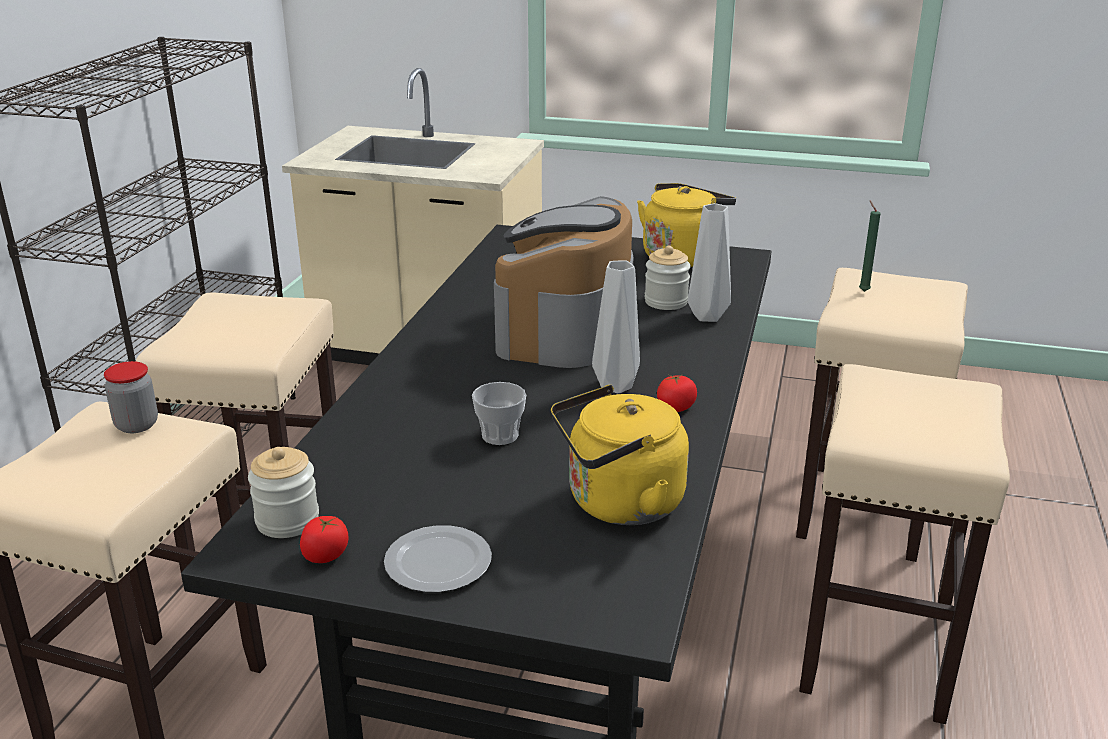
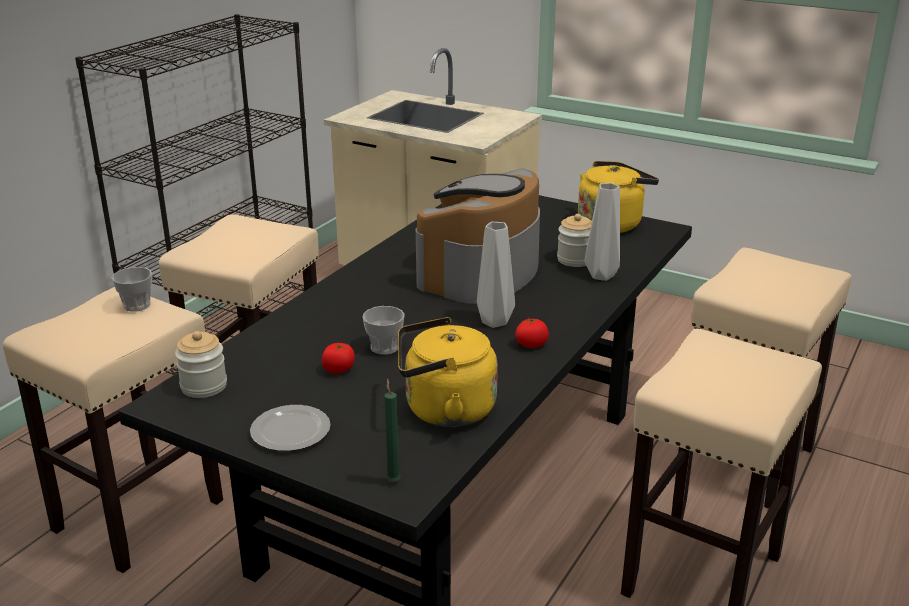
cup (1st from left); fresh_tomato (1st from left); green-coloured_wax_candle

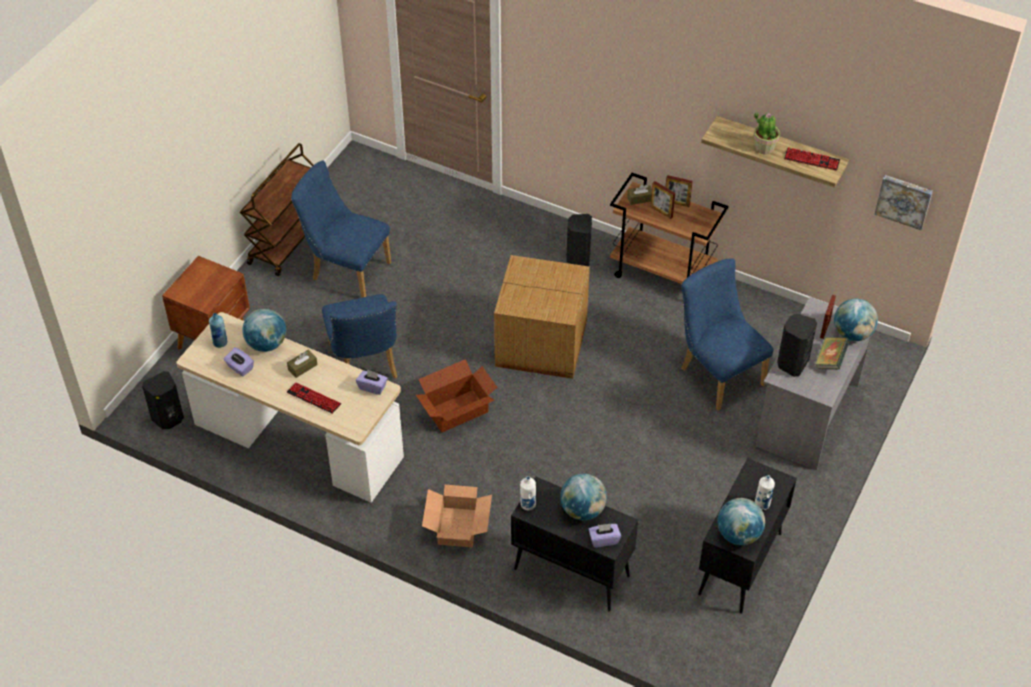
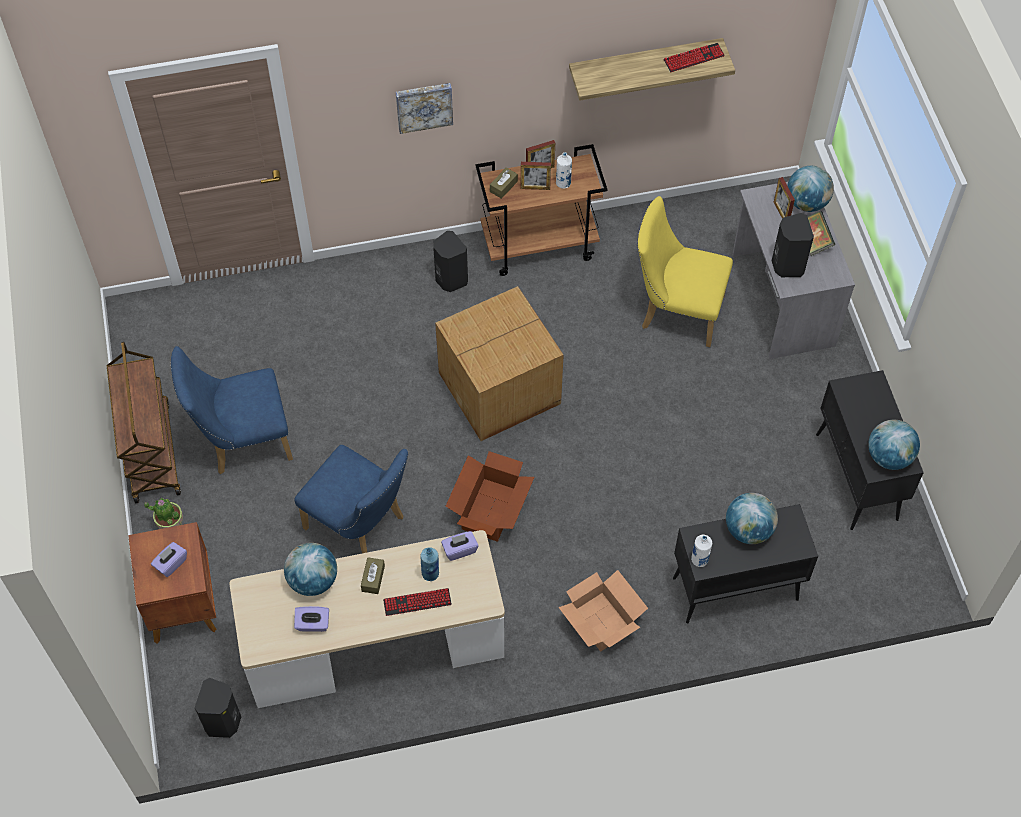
blue-coloured_bottle; purplish_box_of_tissues (1st from left); yellowish_chair; houseplant; white-coloured_bottle (1st from left); picture

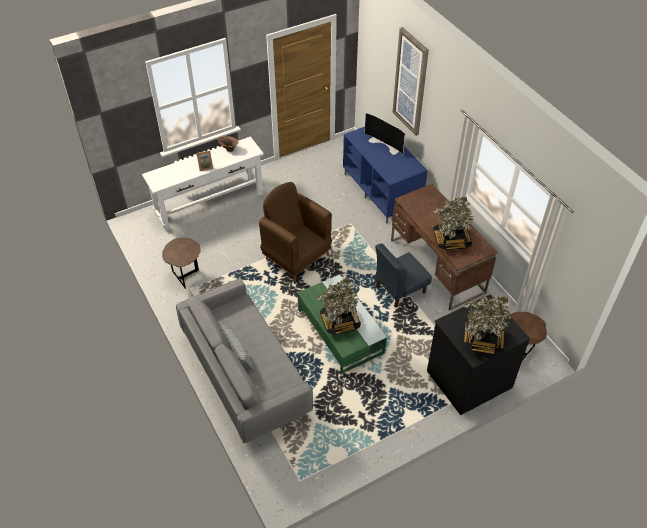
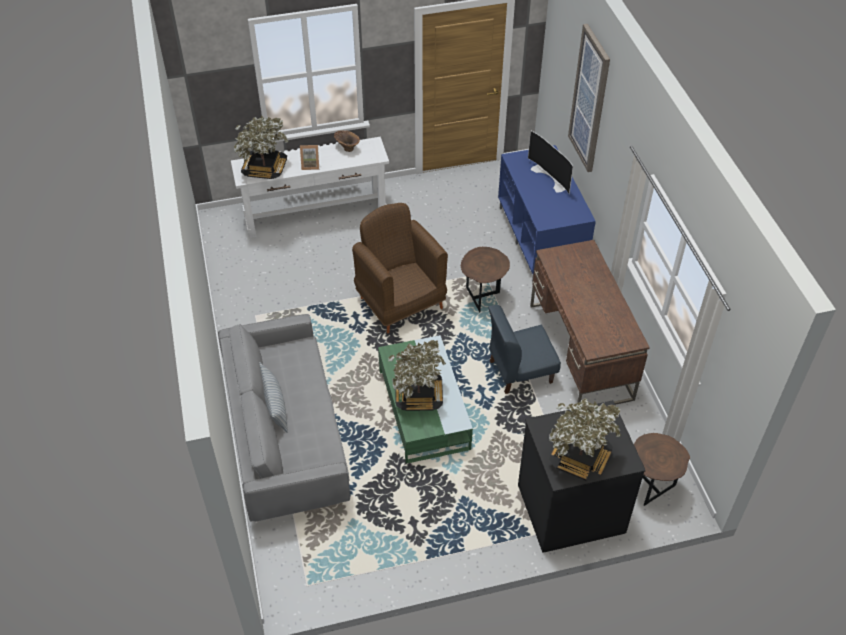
brown_accent_table (1st from left); houseplant (1st from left)

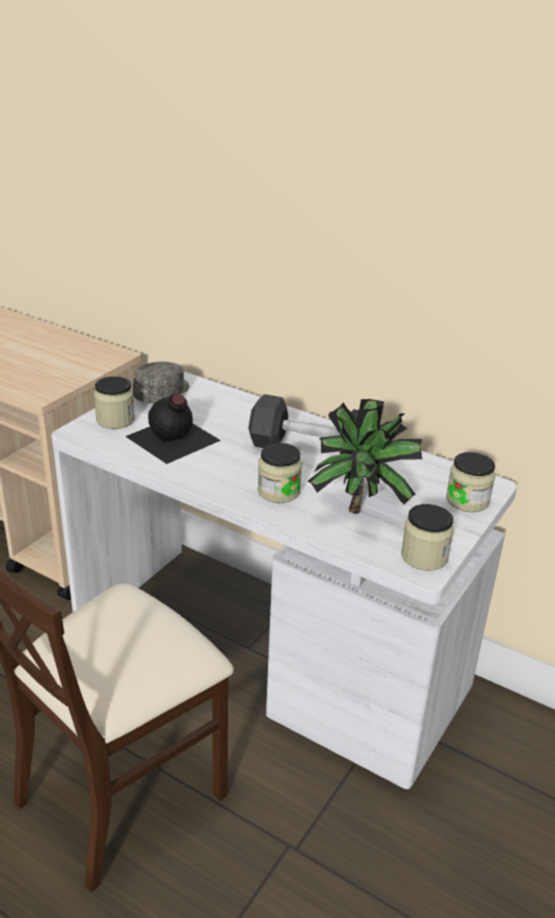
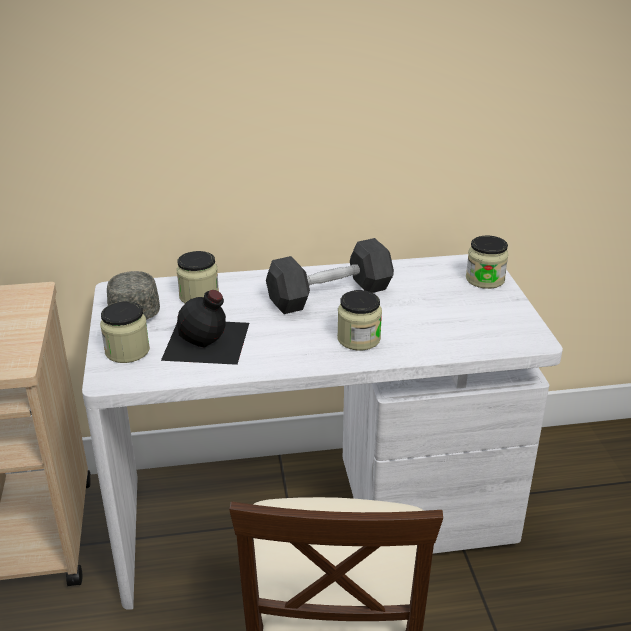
houseplant; preserve_jar (2nd from left)

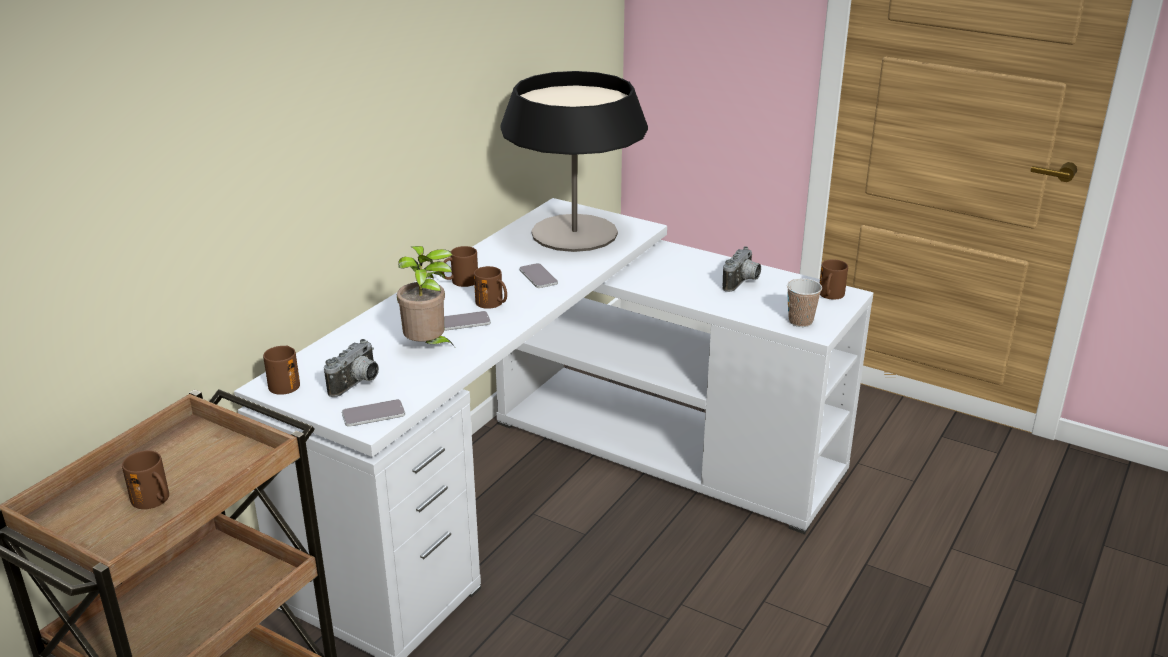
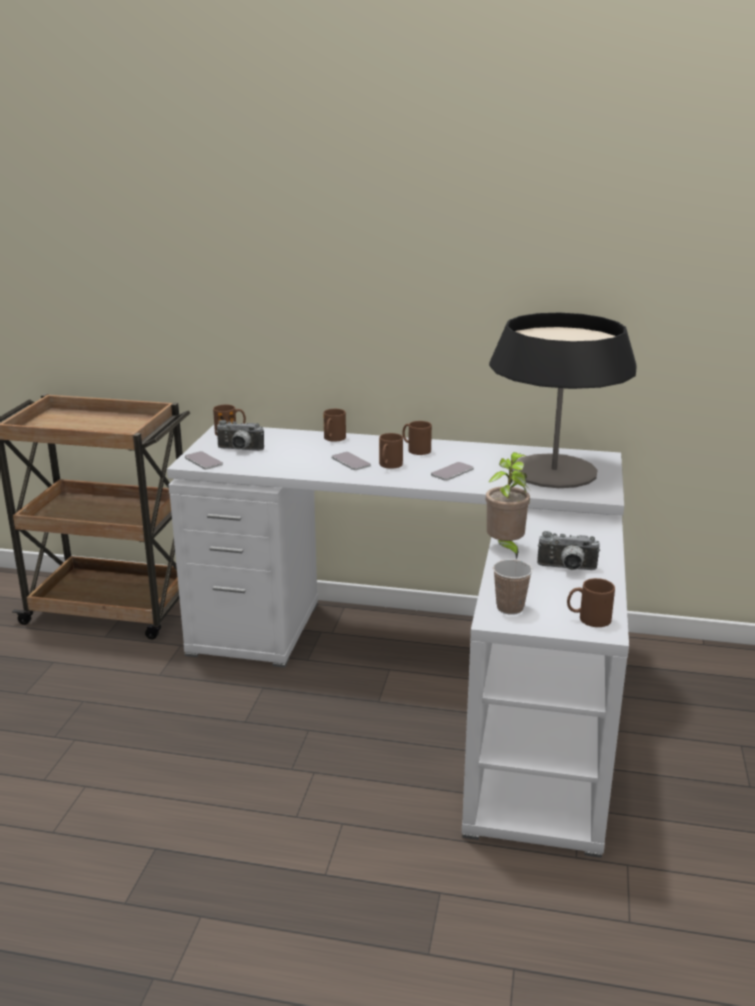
brown_coffee_mug (2nd from left); houseplant

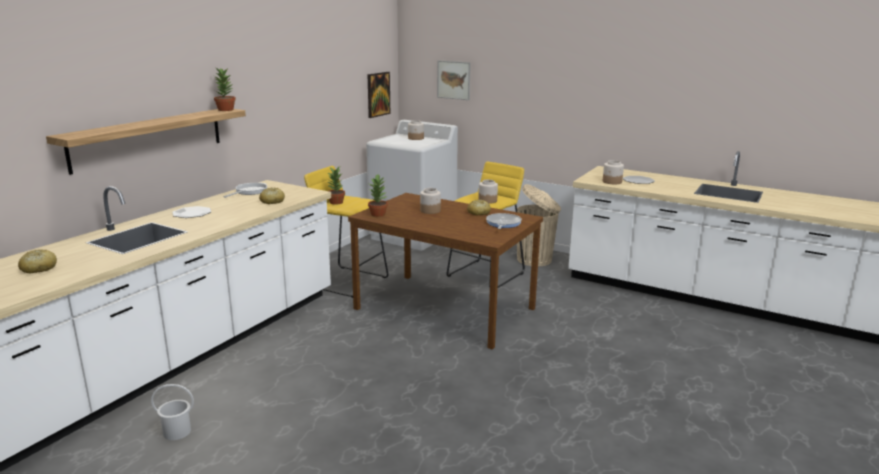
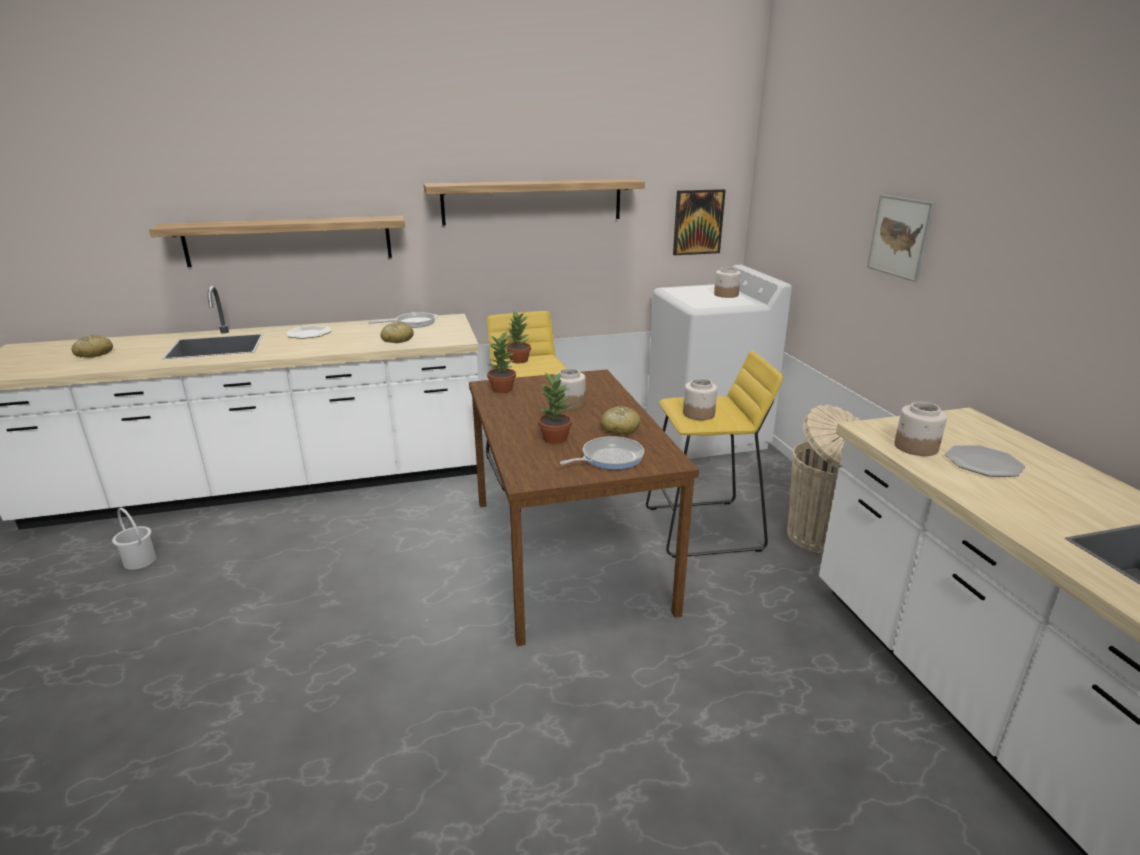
houseplant (3rd from left); picture (2nd from left); bracket_shelf (2nd from left)

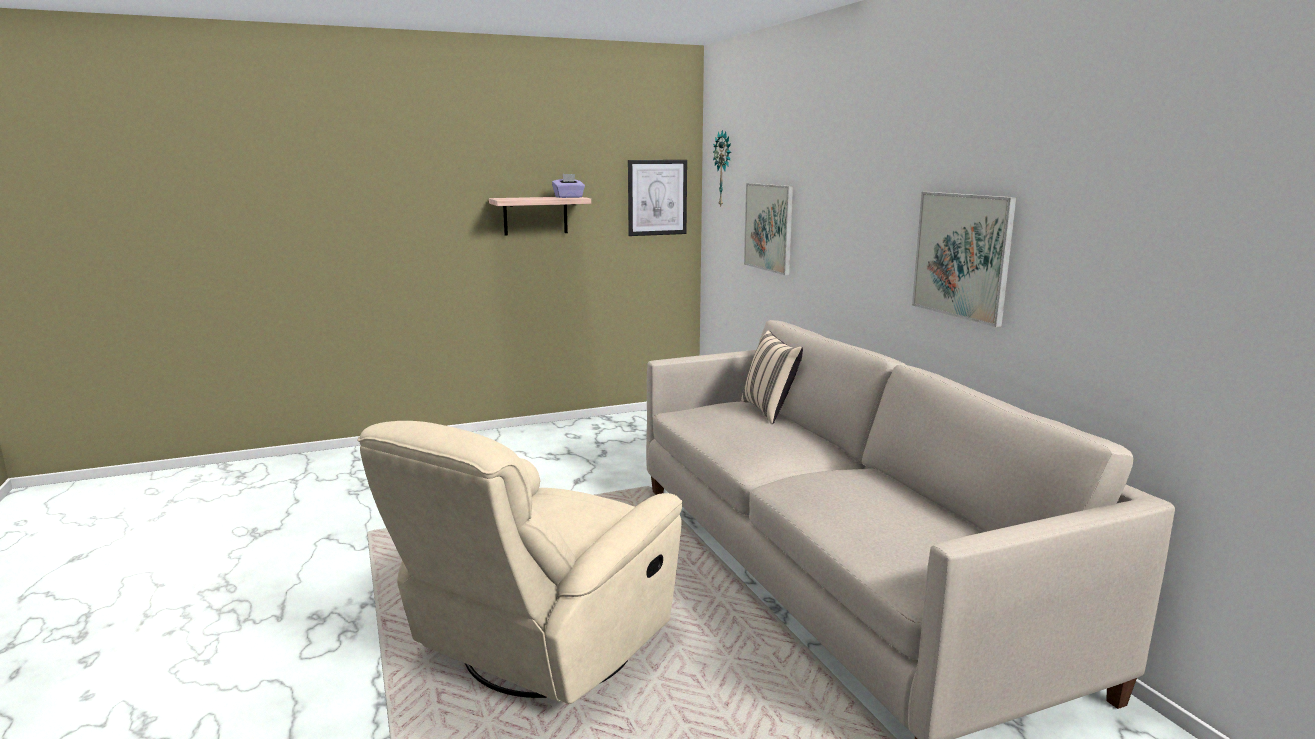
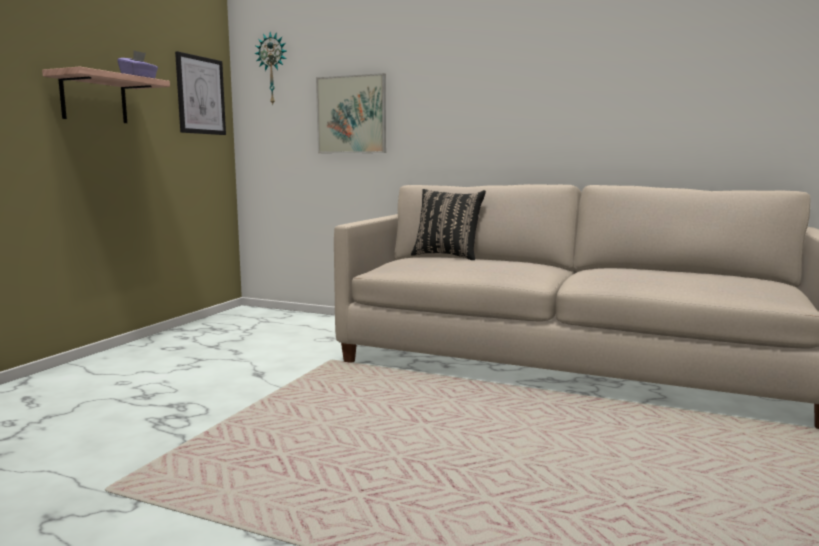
beige-coloured_lounge_chair; blackish_throw_pillow; picture (3rd from left in the first image)

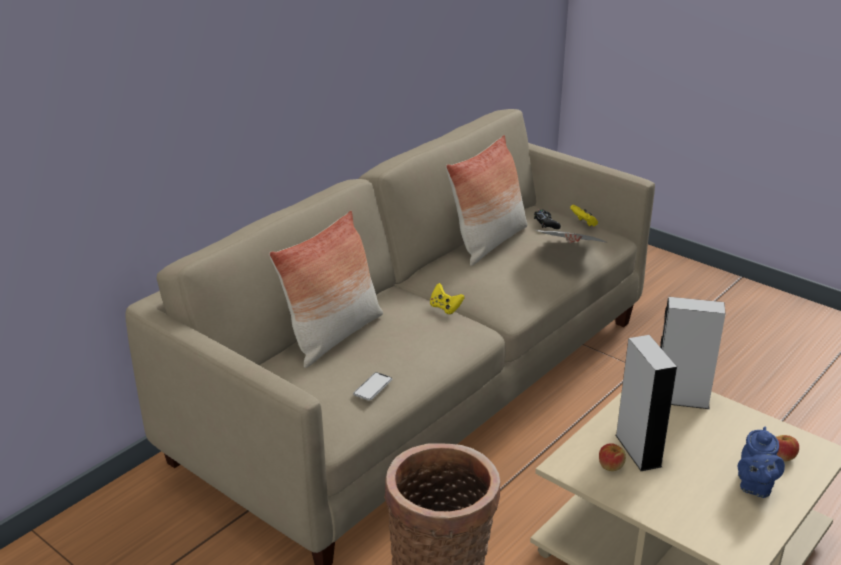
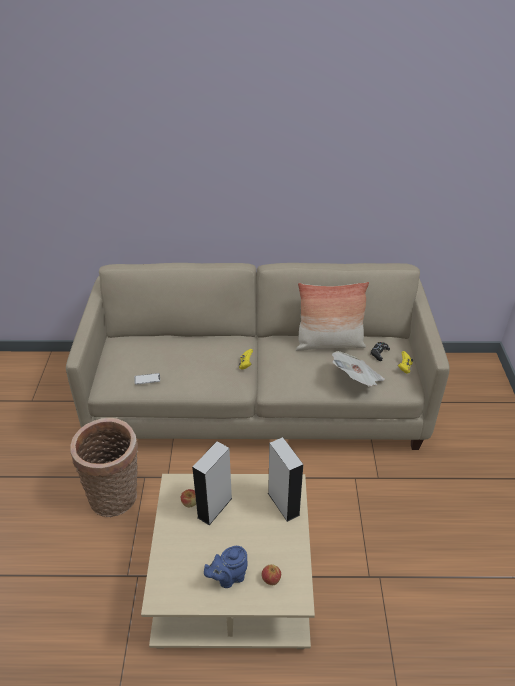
throw_pillow (1st from left in the first image)

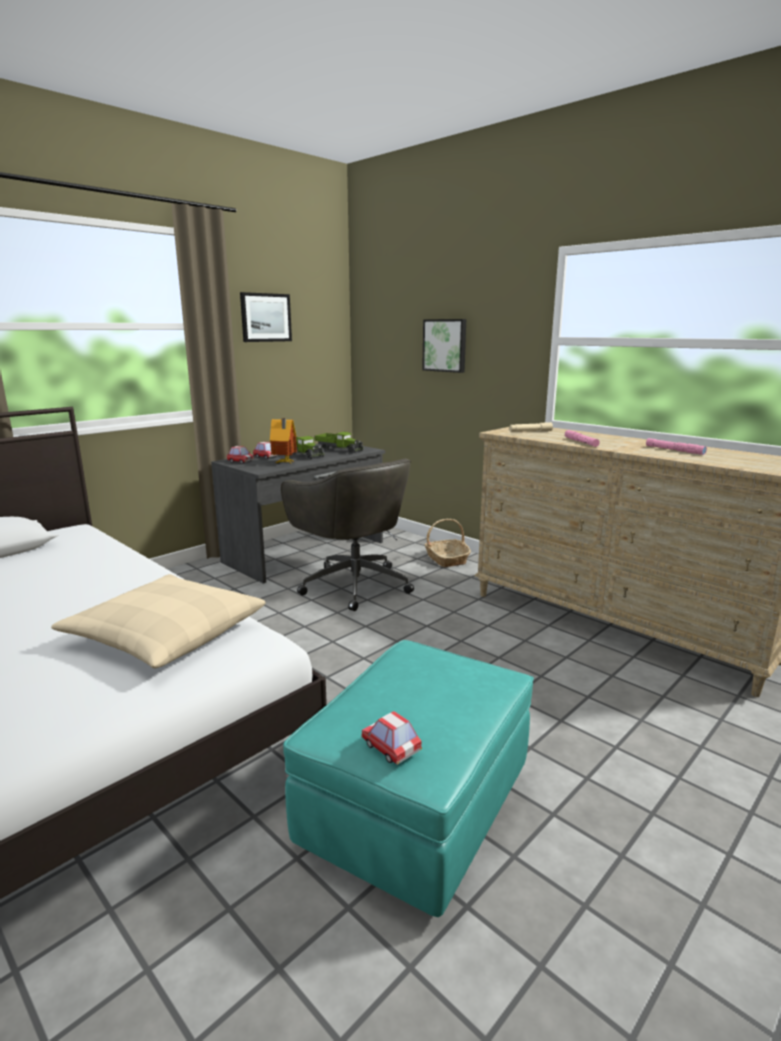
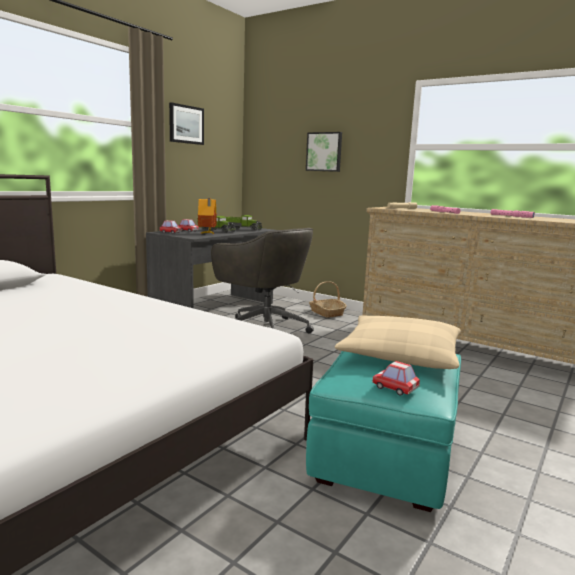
beige-coloured_throw_pillow

